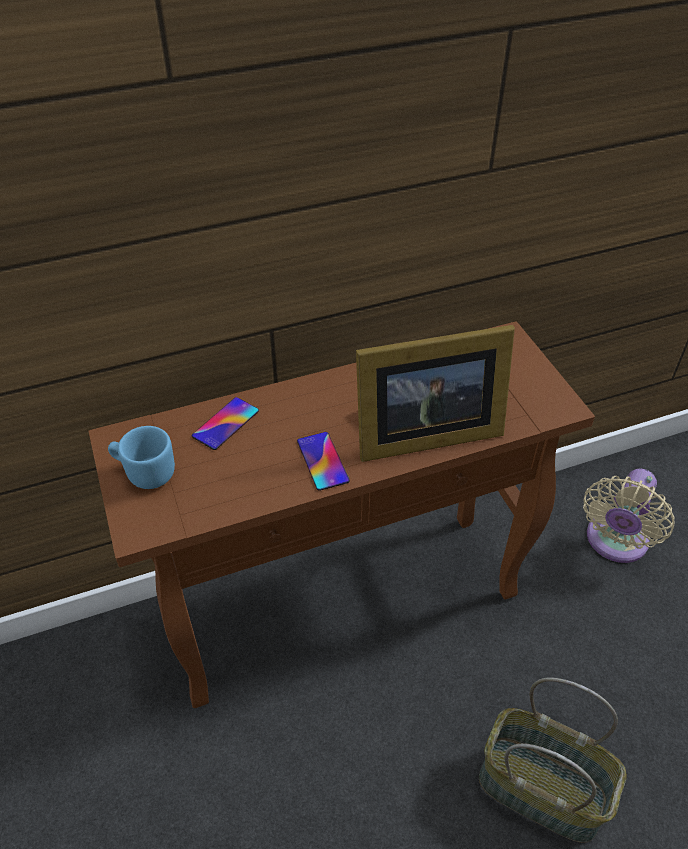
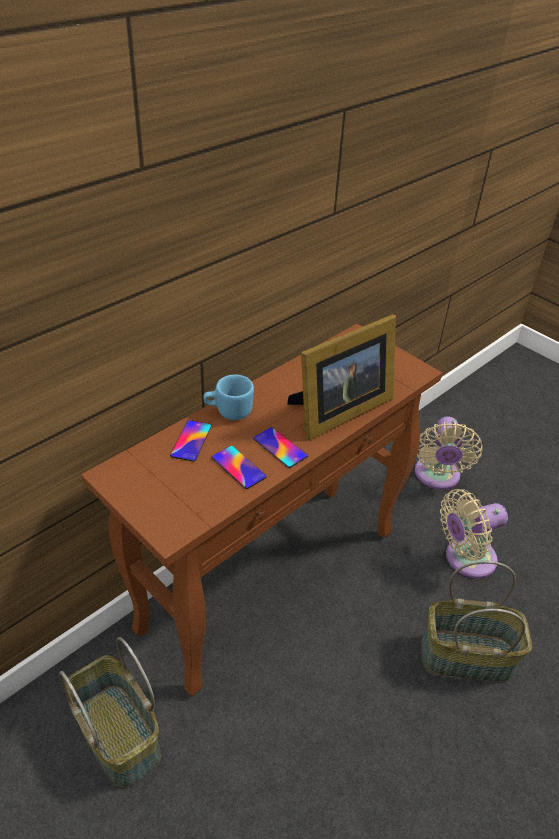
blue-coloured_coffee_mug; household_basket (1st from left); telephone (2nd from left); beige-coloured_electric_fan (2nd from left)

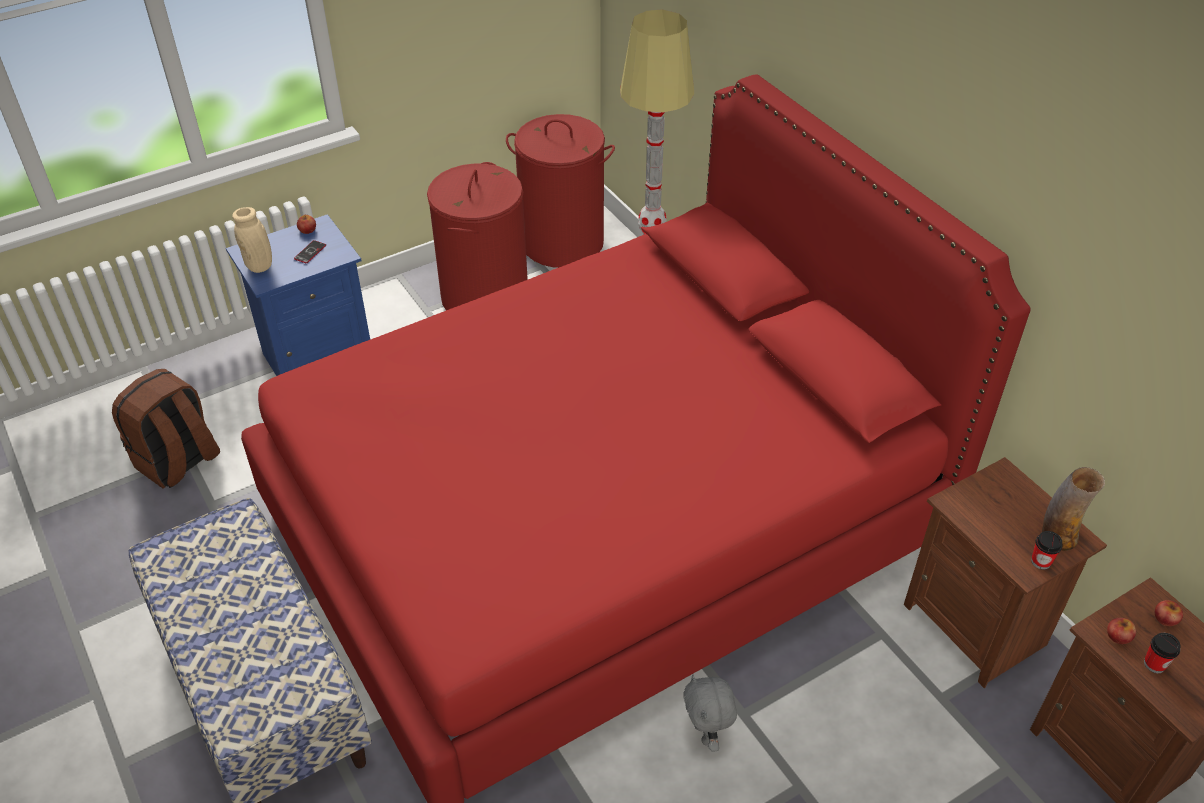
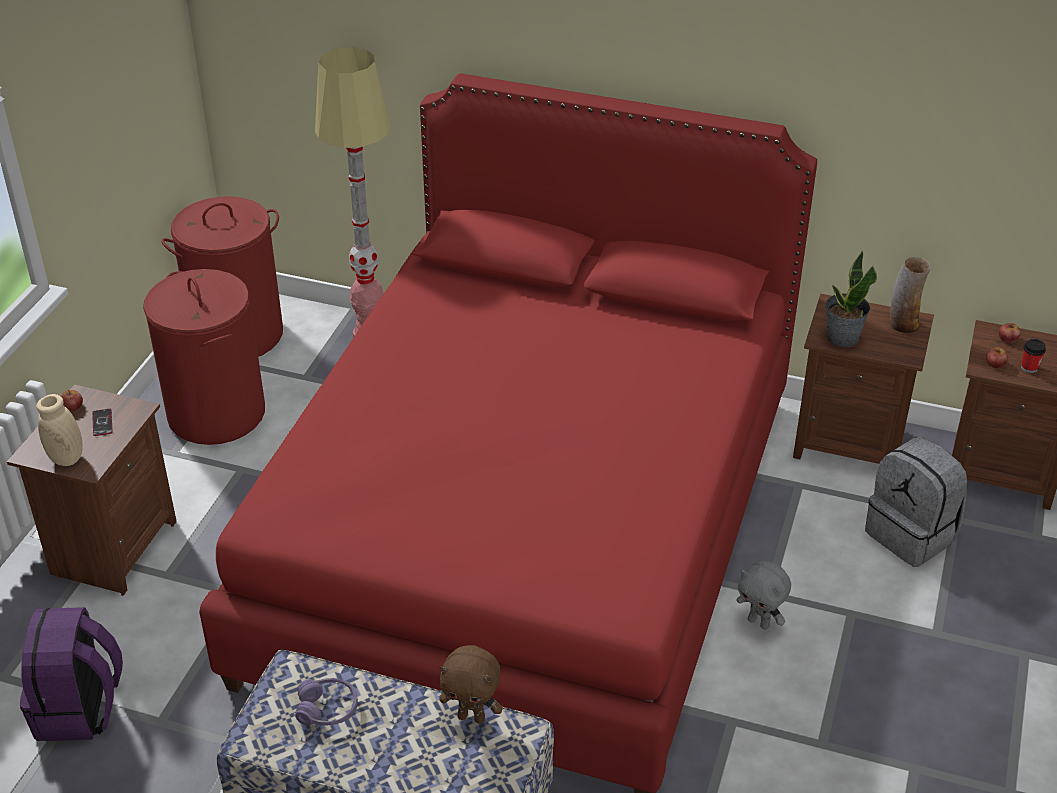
purplish_rucksack; brown_nightstand (1st from left); cup (1st from left in the first image); purplish_pair_of_headphones; brown_soft_toy; houseplant; grey_rucksack

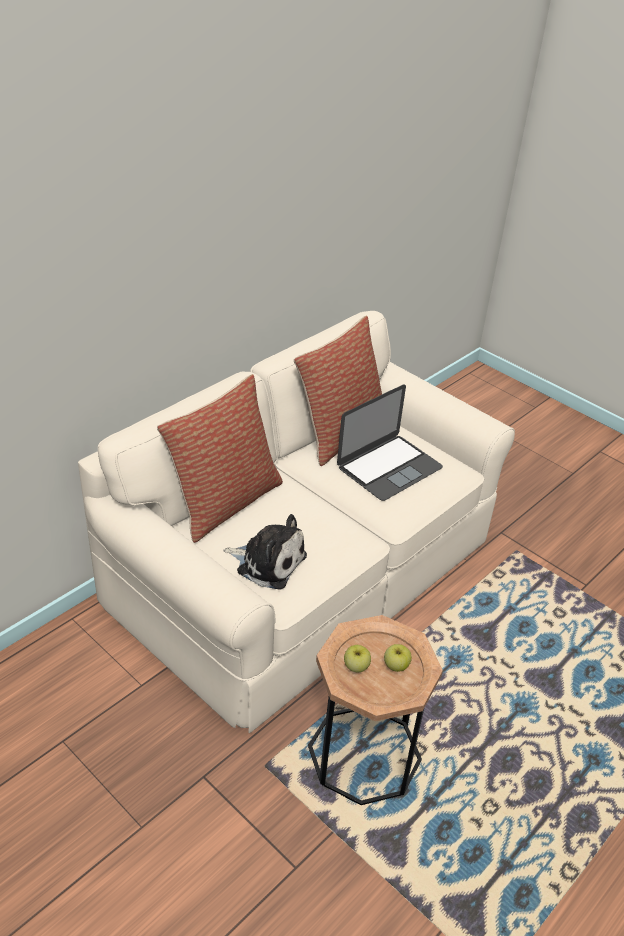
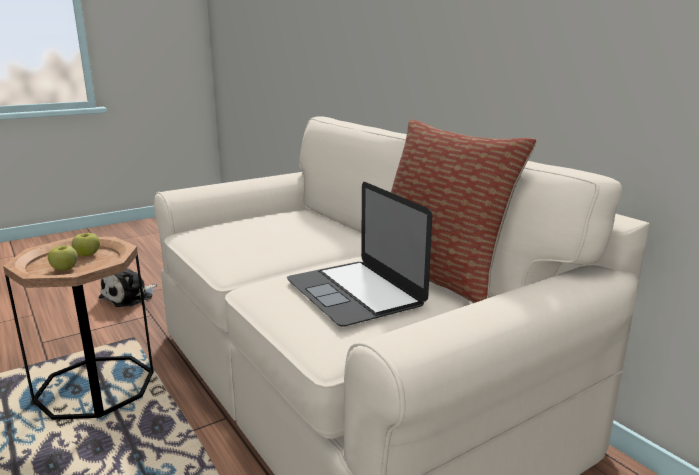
throw_pillow (1st from left in the first image); soft_toy

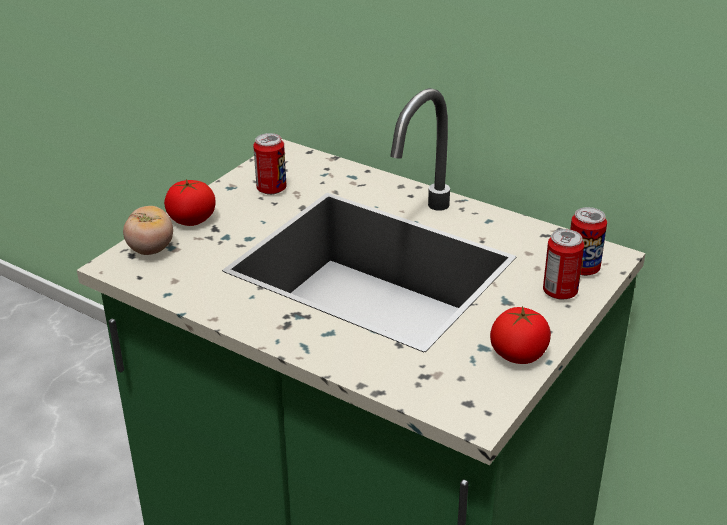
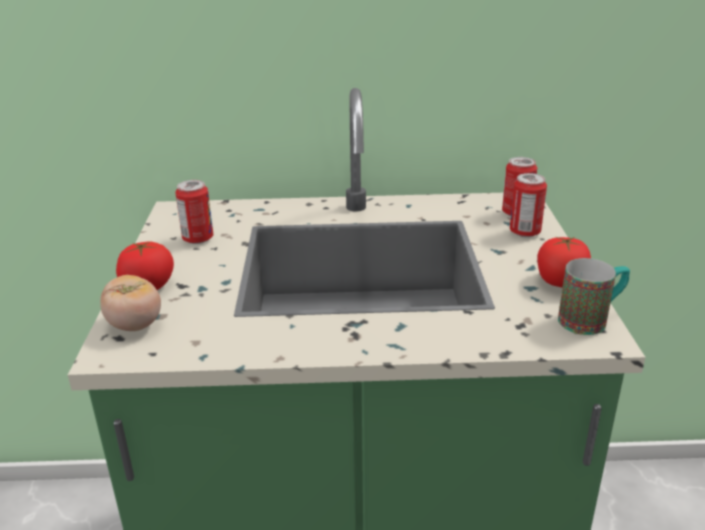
coffee_mug

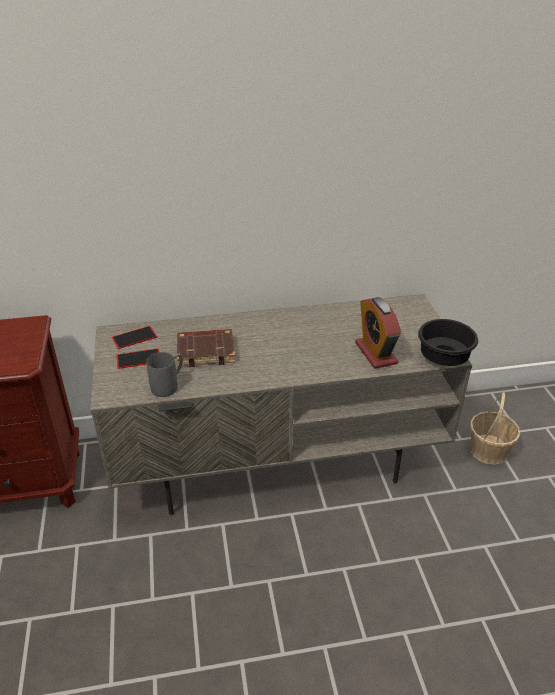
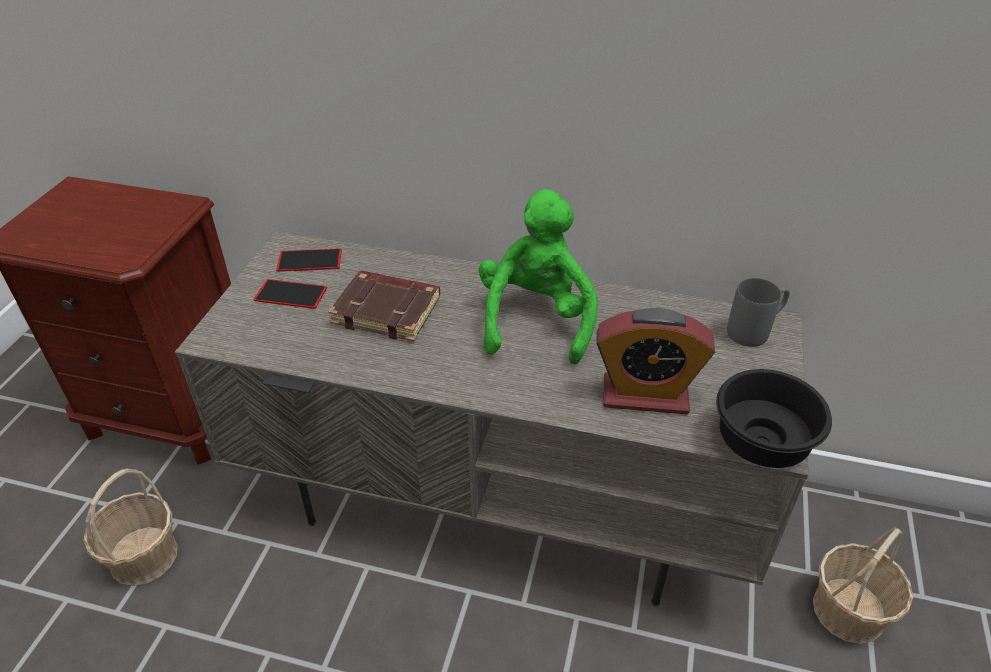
grey_coffee_mug; table_clock; household_basket (1st from left); green-coloured_soft_toy

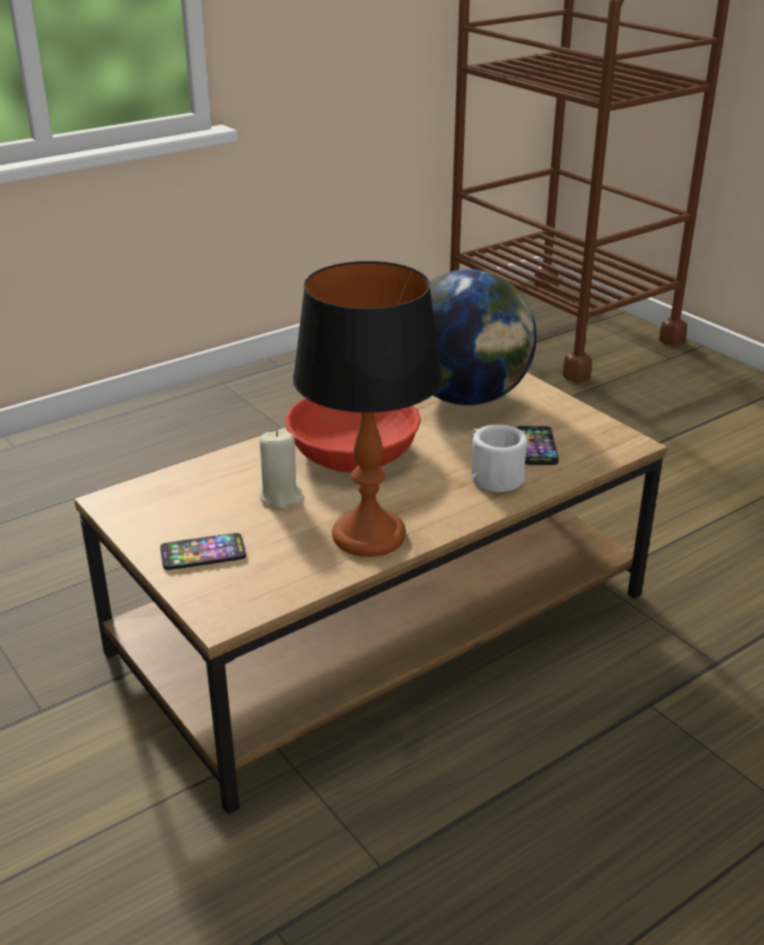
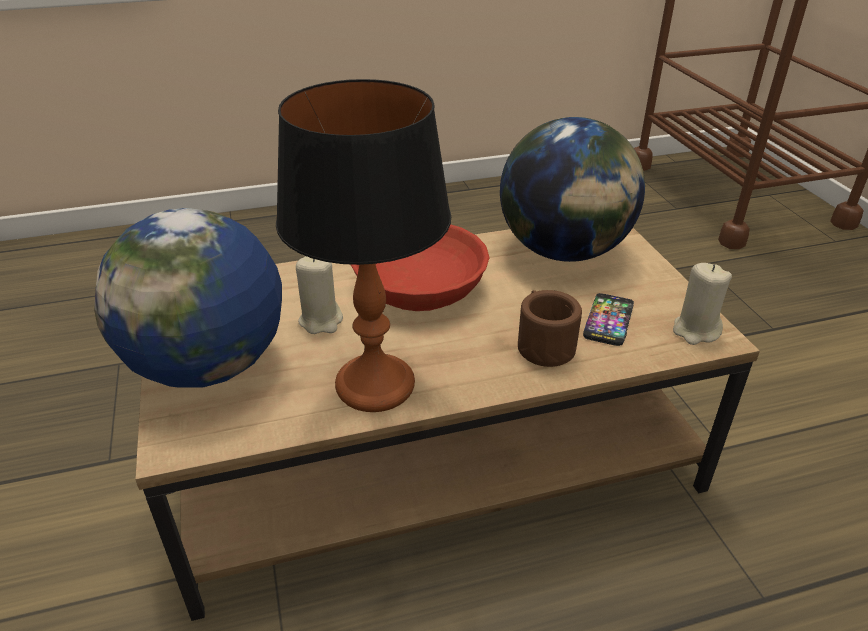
desk_globe (1st from left); brown_coffee_mug; beige-coloured_wax_candle (2nd from left)

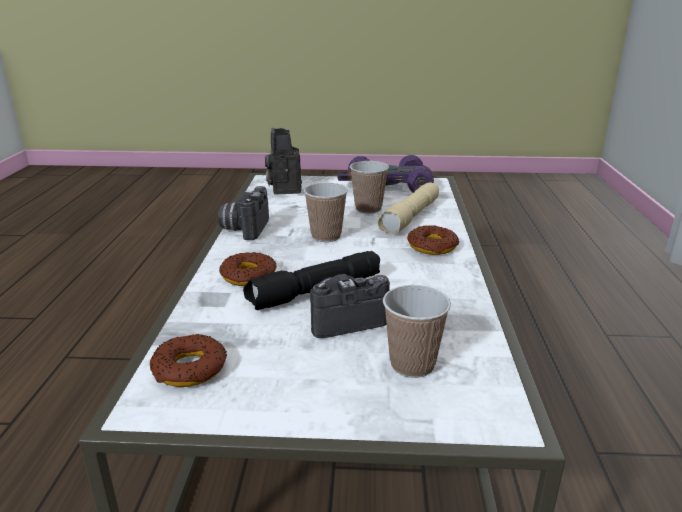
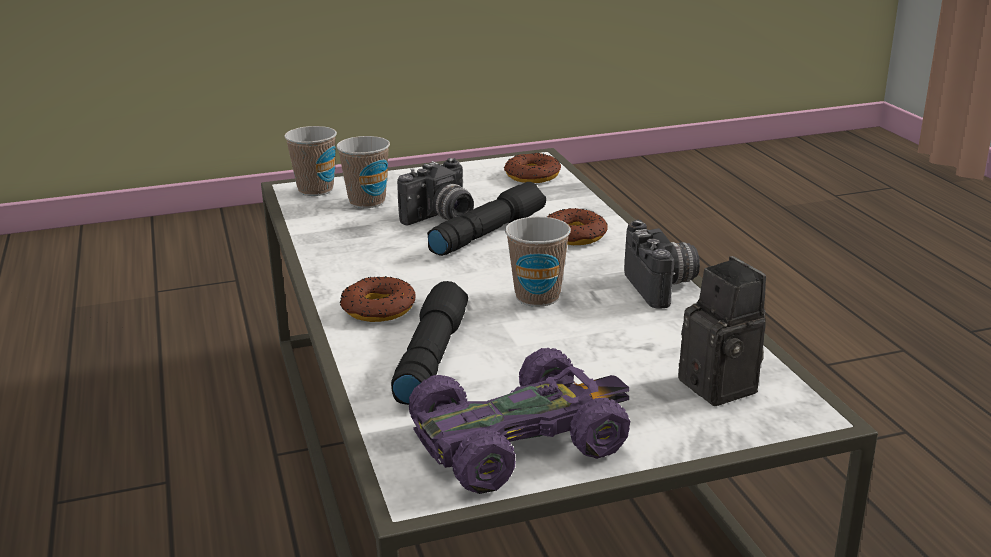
cup (1st from left); blackish_flashlight (1st from left)

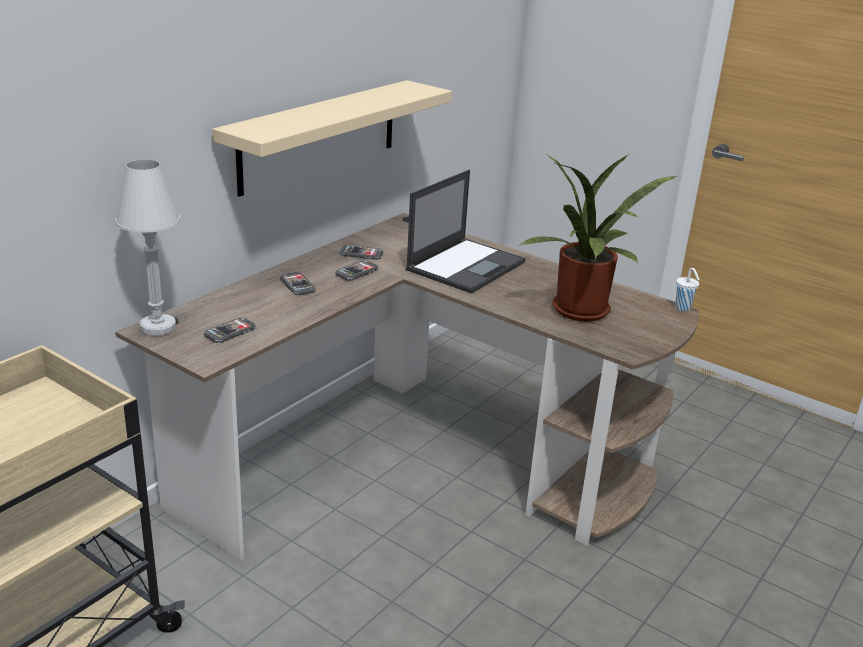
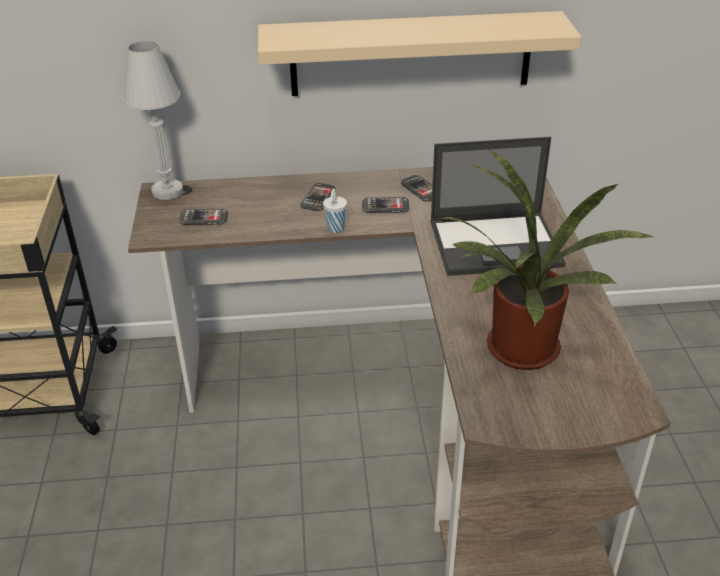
white-coloured_cup

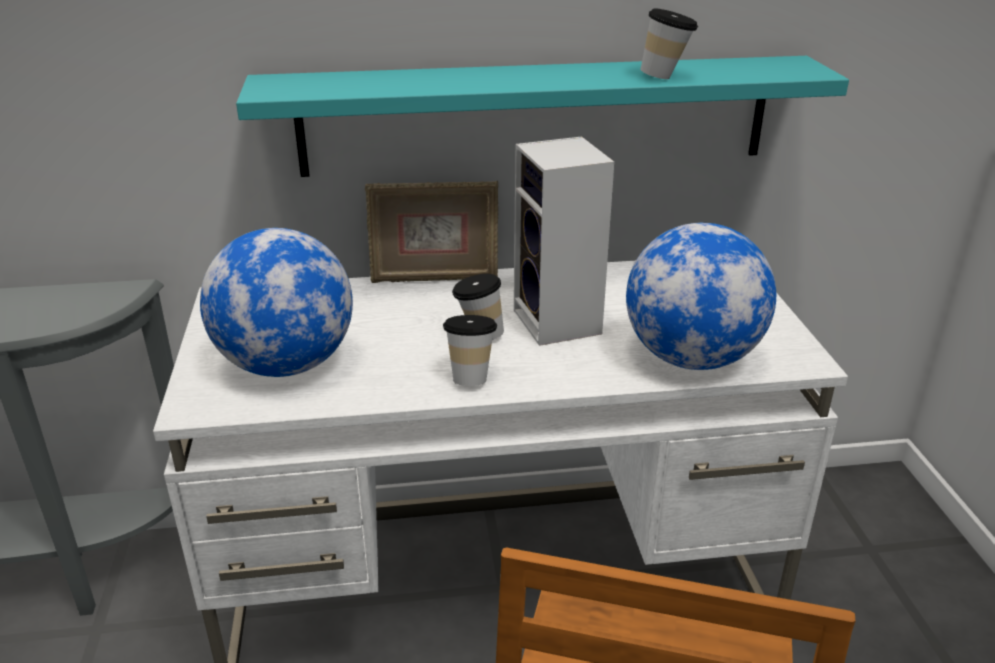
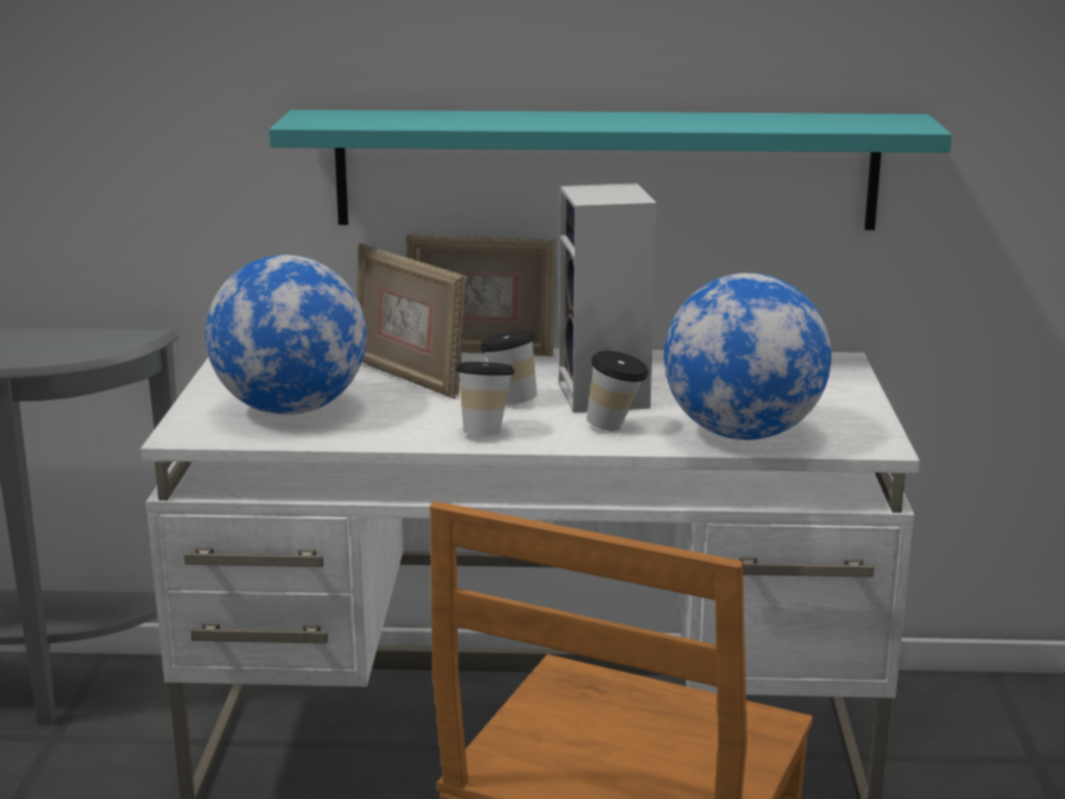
cup (3rd from left); standing_frame (1st from left)

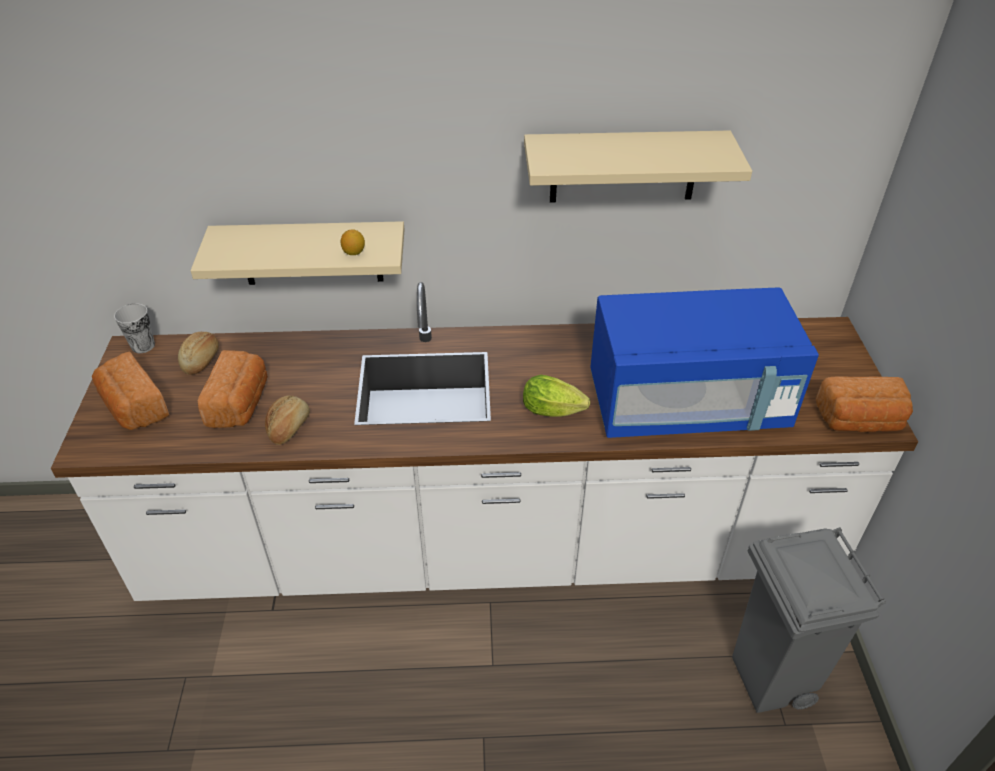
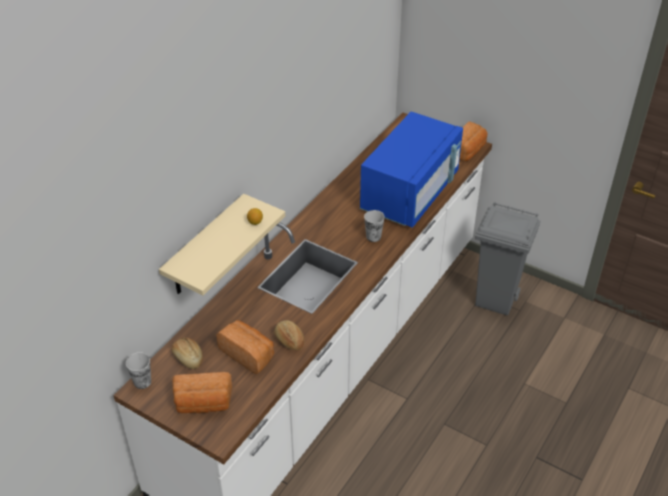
cup (2nd from left); beige-coloured_bracket_shelf (2nd from left in the first image)

